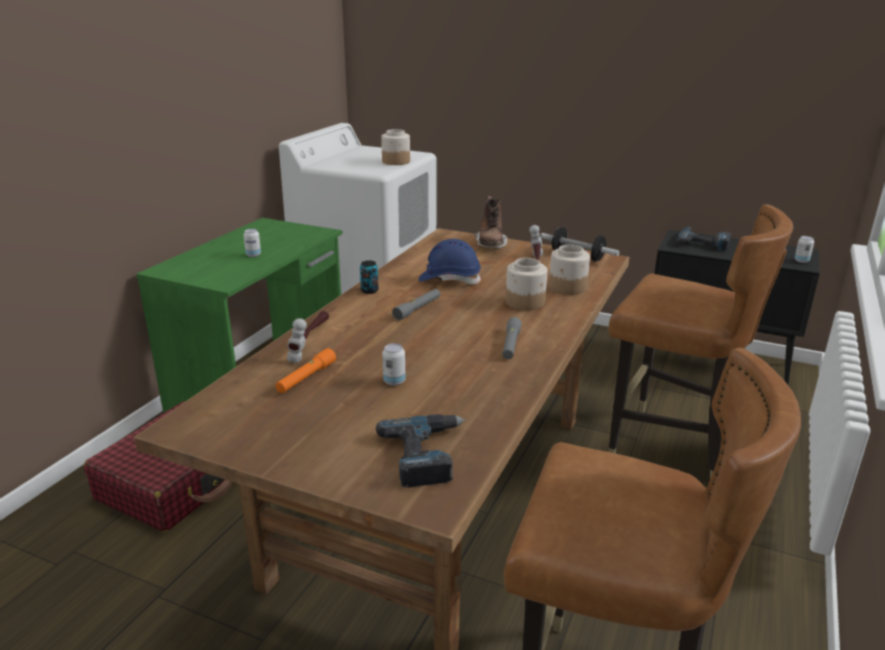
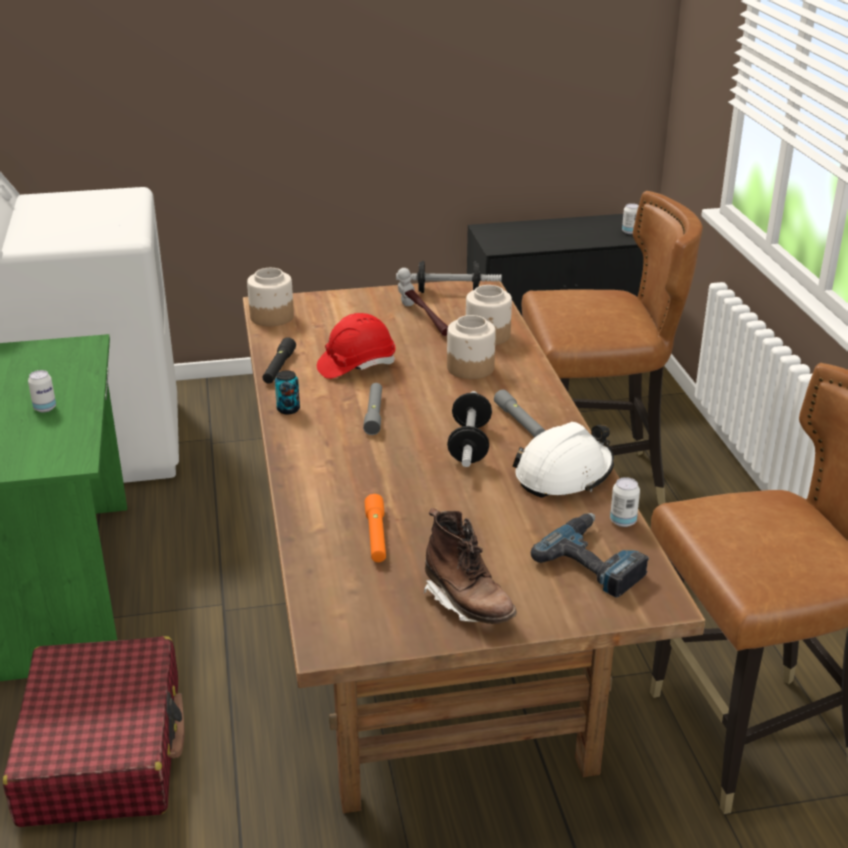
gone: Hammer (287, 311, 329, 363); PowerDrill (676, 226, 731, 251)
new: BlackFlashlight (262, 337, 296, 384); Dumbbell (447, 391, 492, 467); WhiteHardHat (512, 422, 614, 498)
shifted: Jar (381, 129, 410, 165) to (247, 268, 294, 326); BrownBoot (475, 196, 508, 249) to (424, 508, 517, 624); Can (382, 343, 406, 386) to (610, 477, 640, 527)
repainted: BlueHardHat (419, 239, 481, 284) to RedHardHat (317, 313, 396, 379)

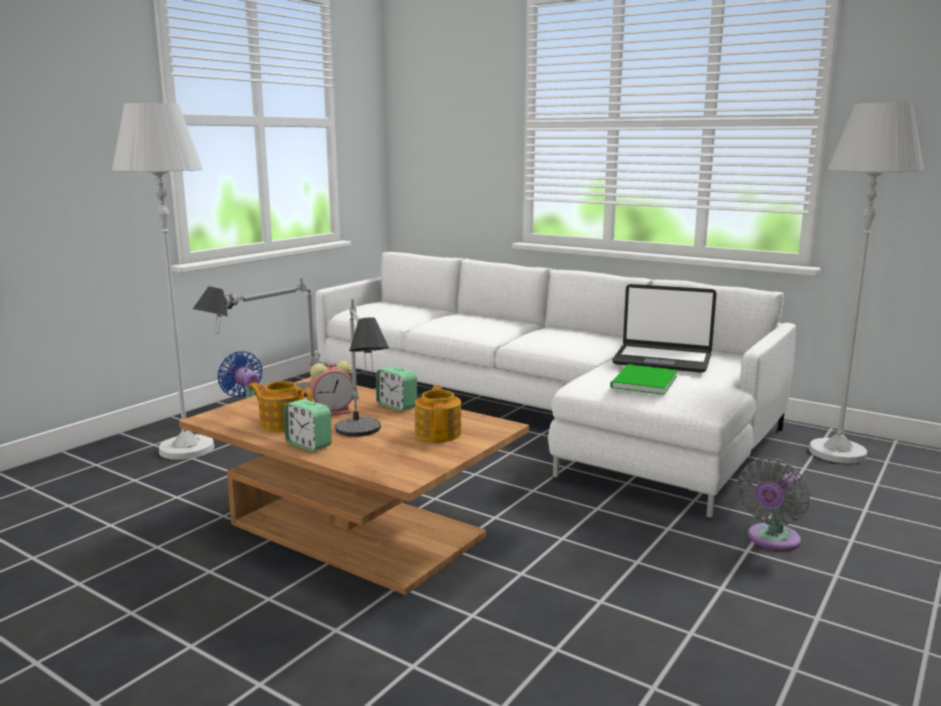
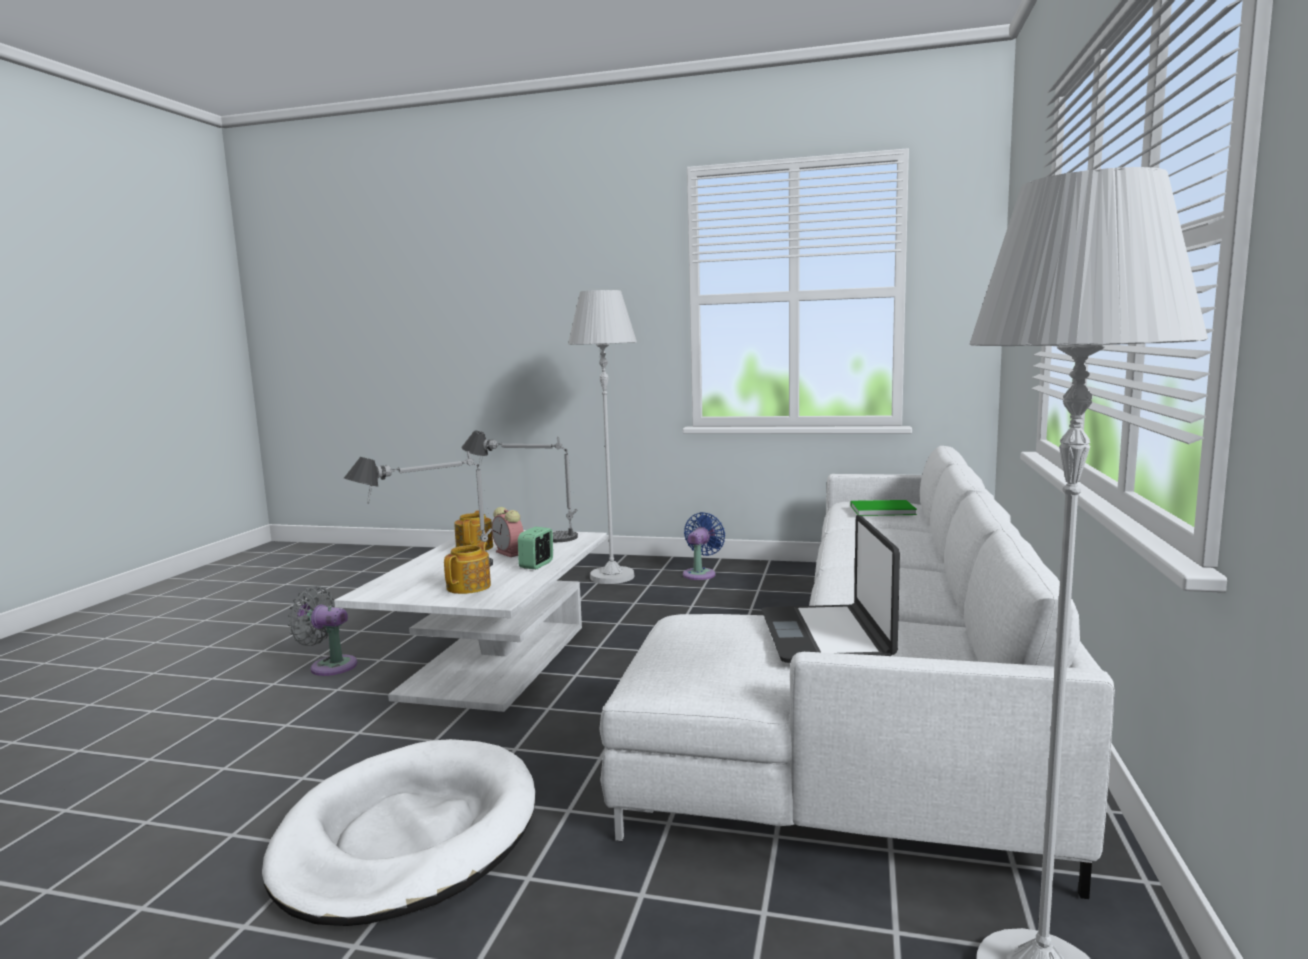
gone: AlarmClock (284, 399, 332, 452)
new: WhiteDogBed (262, 739, 535, 926)
shifted: GreyFan (738, 458, 810, 551) to (288, 586, 358, 676); GreenBook (610, 364, 678, 395) to (850, 500, 917, 516)
repainted: BrownCoffeeTable (179, 377, 529, 595) to WhiteCoffeeTable (334, 530, 607, 712)
rotated: Teapot (415, 385, 461, 442) = (444, 542, 491, 594) 45 degrees counterclockwise

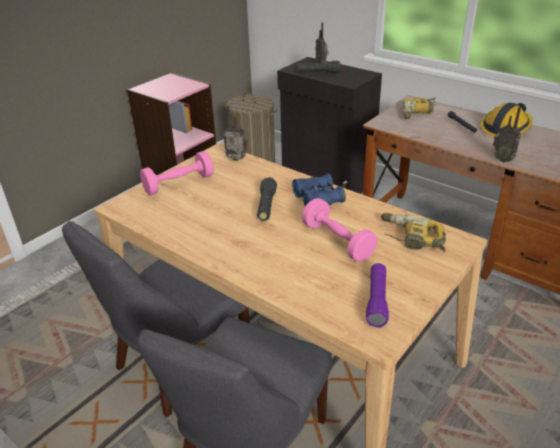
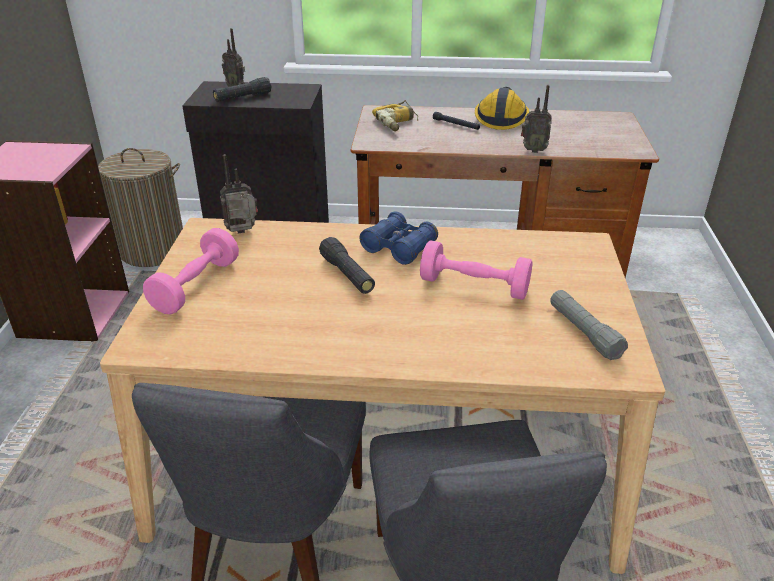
gone: PowerDrill (381, 213, 446, 252)
repainted: PurpleFlashlight (366, 263, 389, 328) to GreyFlashlight (550, 290, 628, 360)

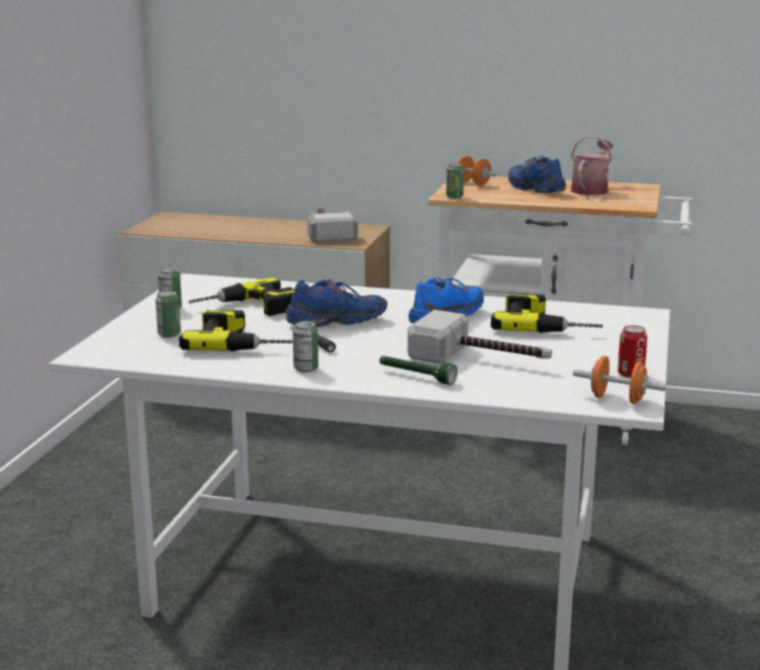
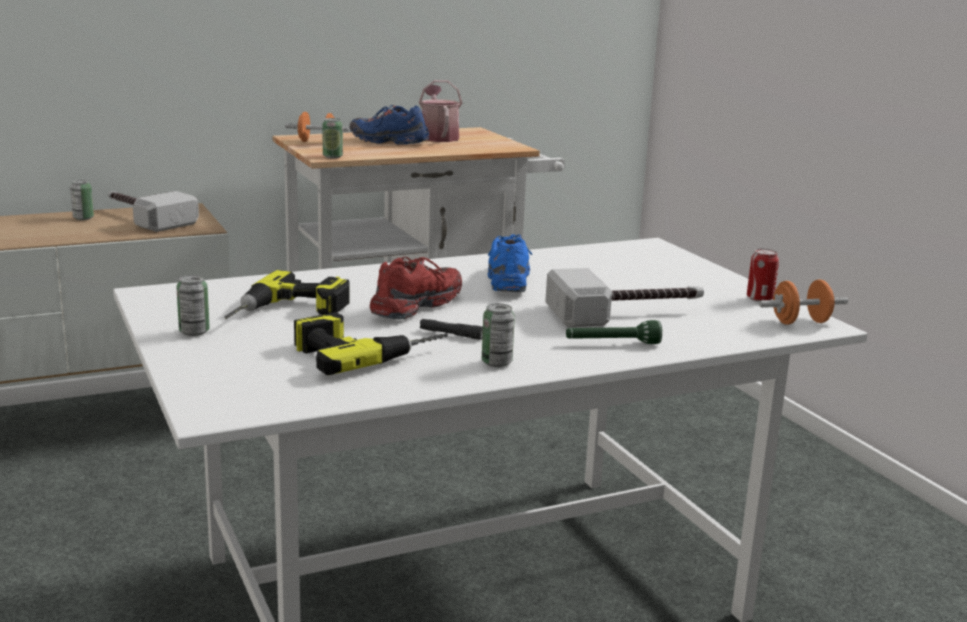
gone: PowerDrill (491, 293, 603, 333)
shifted: Can (155, 291, 181, 338) to (70, 180, 94, 220)
repainted: BlueShoe (286, 279, 388, 327) to RedShoe (370, 257, 462, 319)

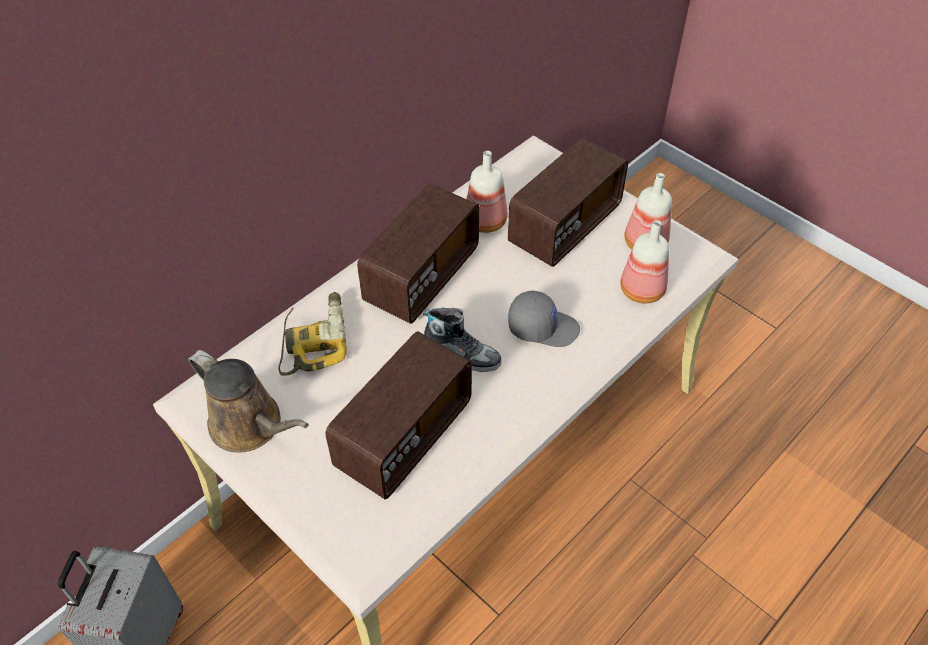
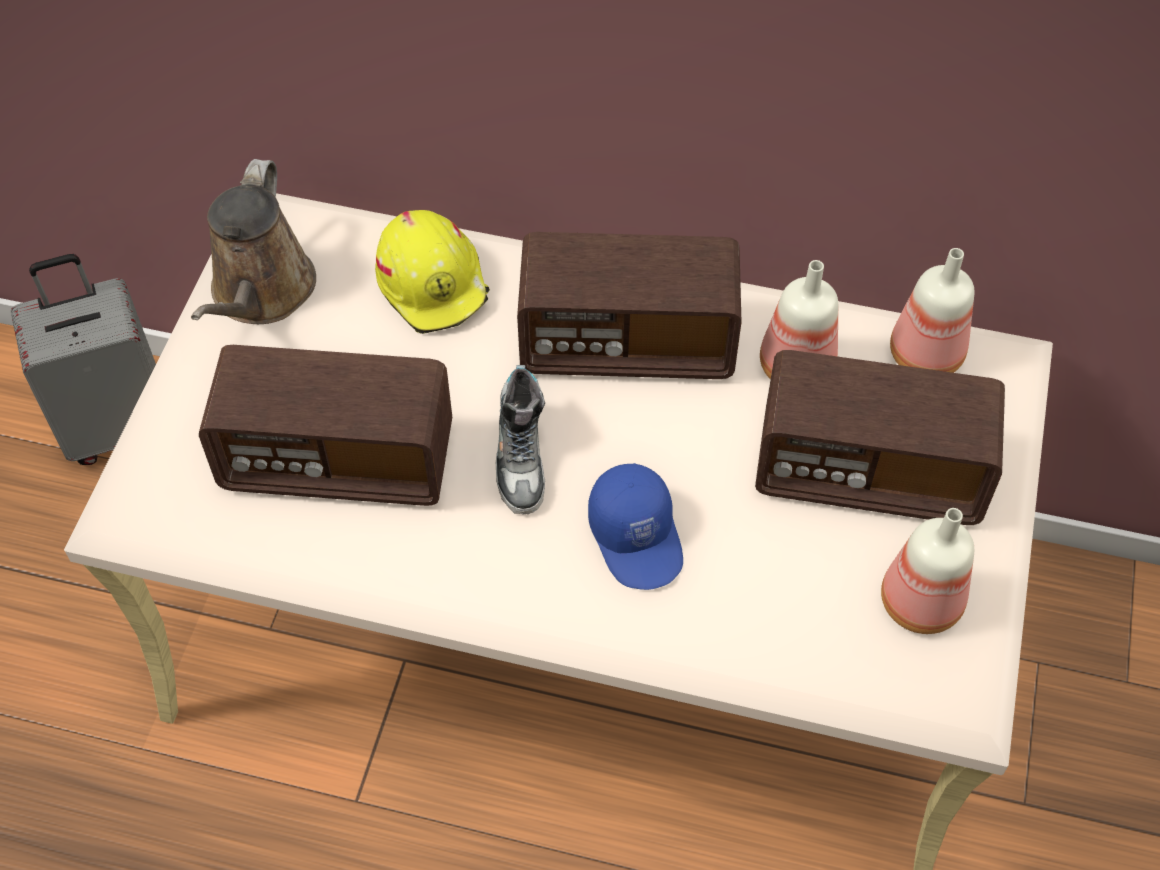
shifted: Bottle (620, 220, 669, 304) to (890, 248, 974, 373)
swapped: PowerDrill (279, 292, 347, 376) to YellowHardHat (375, 210, 490, 334)
repainted: GreyCap (508, 290, 580, 347) to BlueCap (588, 463, 683, 590)

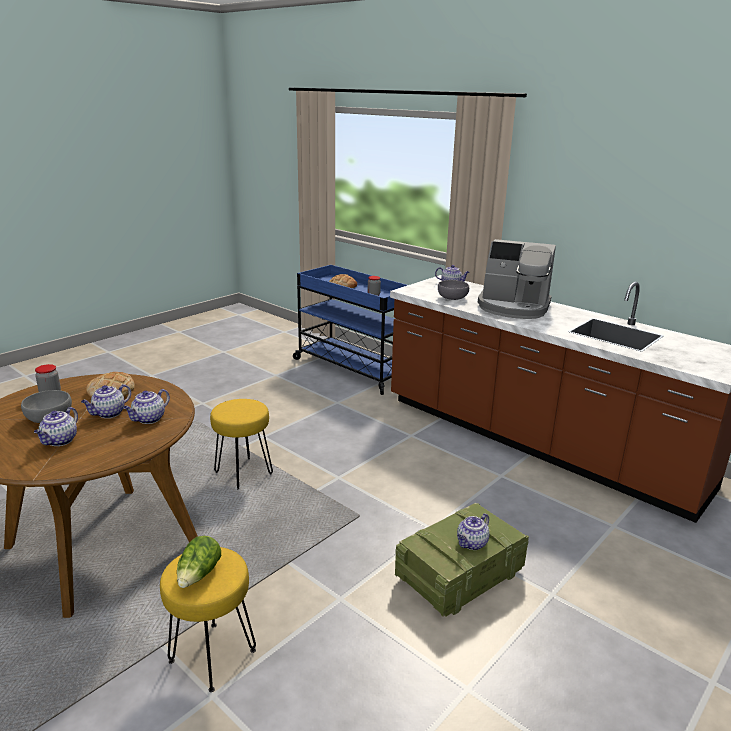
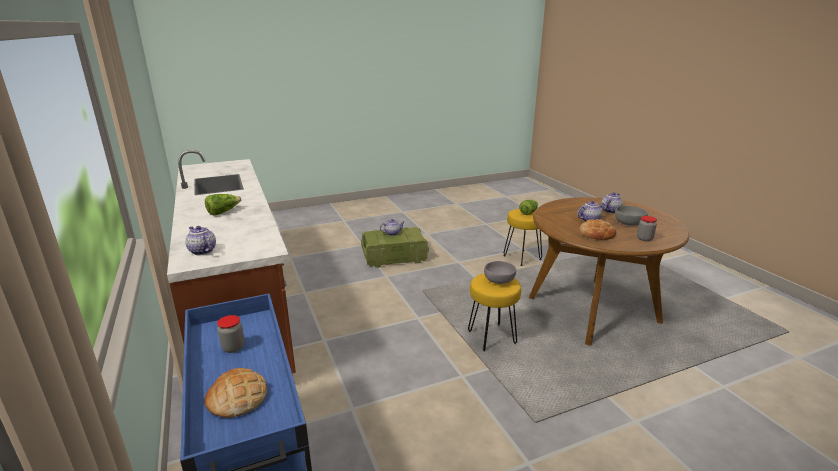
gone: Teapot (123, 389, 170, 424)
shifted: GreyBowl (438, 280, 469, 300) to (484, 261, 516, 284)
swapped: CoffeeMachine (478, 239, 556, 319) to Lettuce (205, 194, 241, 215)

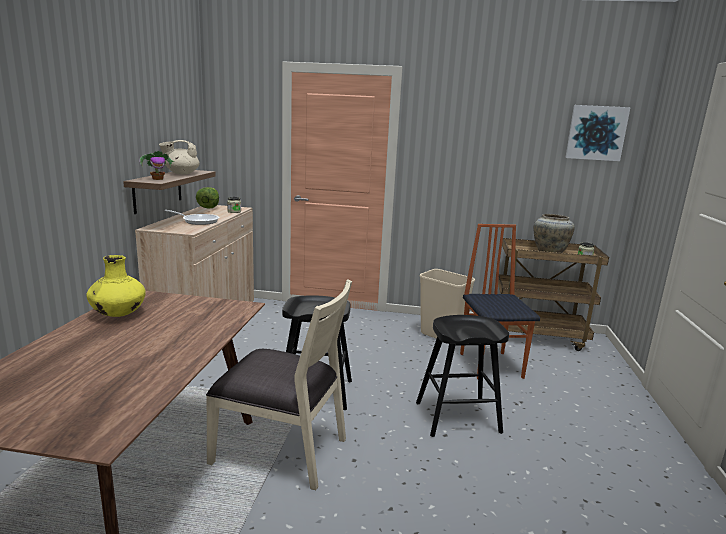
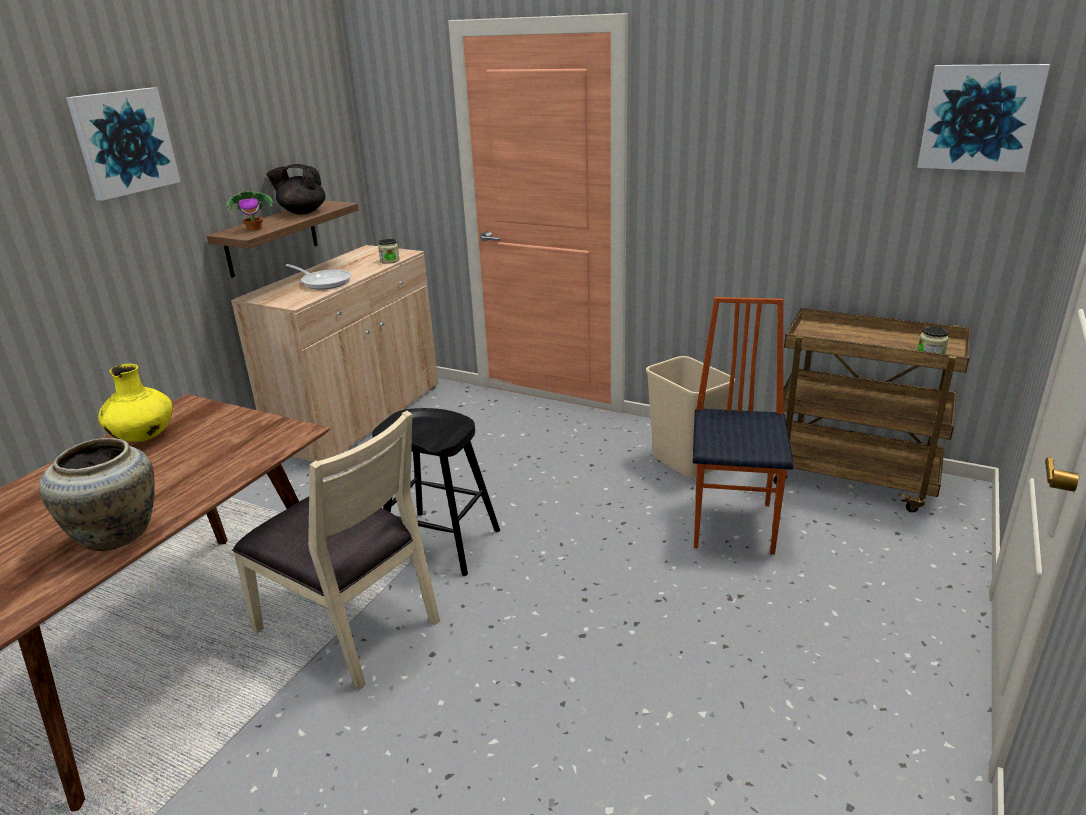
gone: Lettuce (196, 187, 219, 209); BlackStool (416, 315, 509, 437)
new: Picture (66, 87, 180, 201)
shifted: BeigeVase (533, 214, 575, 253) to (39, 438, 154, 551)
repainted: BeigeTeapot (159, 140, 200, 174) to BlackTeapot (266, 164, 326, 215)

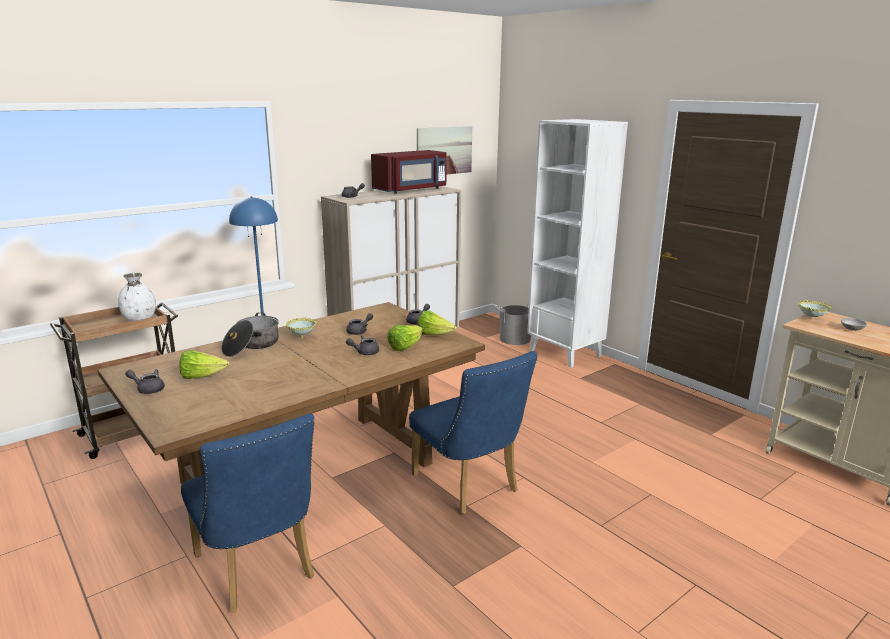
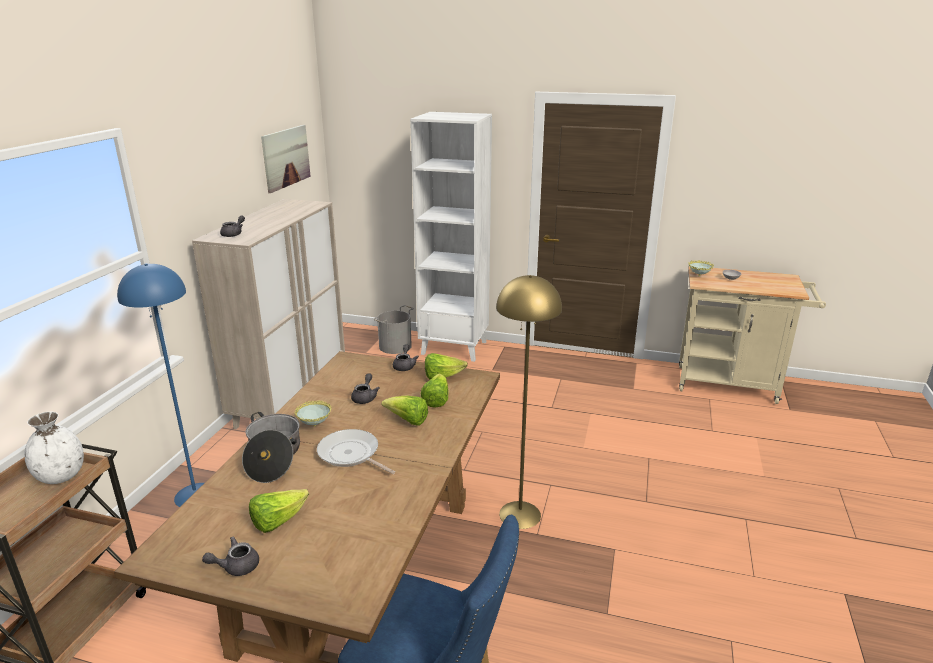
gone: RedMicrowave (371, 150, 447, 194)
new: FryingPan (317, 429, 395, 474)
swapped: GreyTeapot (346, 335, 379, 355) to Lettuce (382, 396, 428, 426); BlueChair (409, 351, 538, 514) to YellowFloorLamp (496, 275, 562, 529)

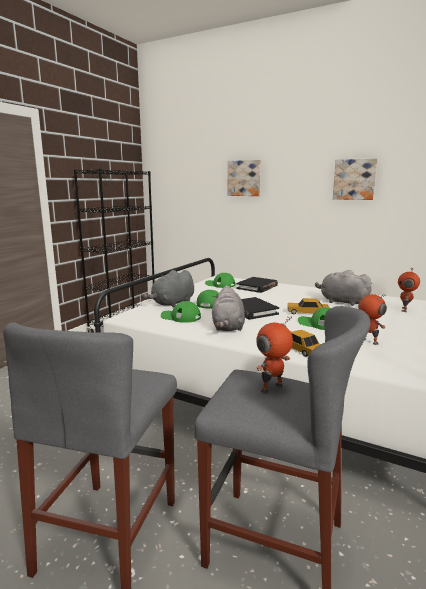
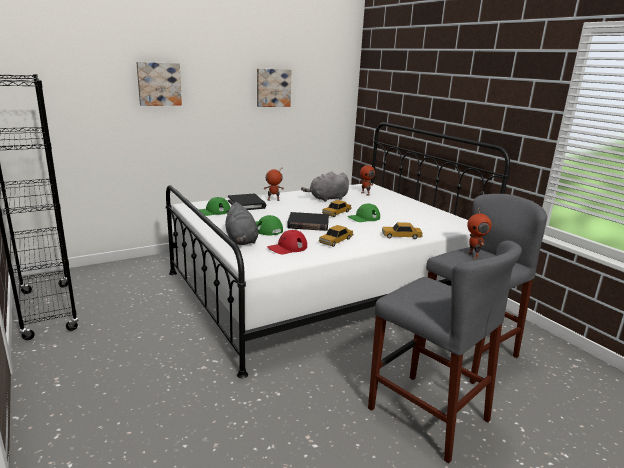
shifted: ToyRobot (358, 294, 387, 345) to (264, 168, 284, 201)
swapped: GreyPlushToy (212, 285, 245, 331) to ToyCar (319, 225, 354, 247)
repainted: GreenCap (161, 301, 201, 323) to RedCap (267, 230, 307, 254)

